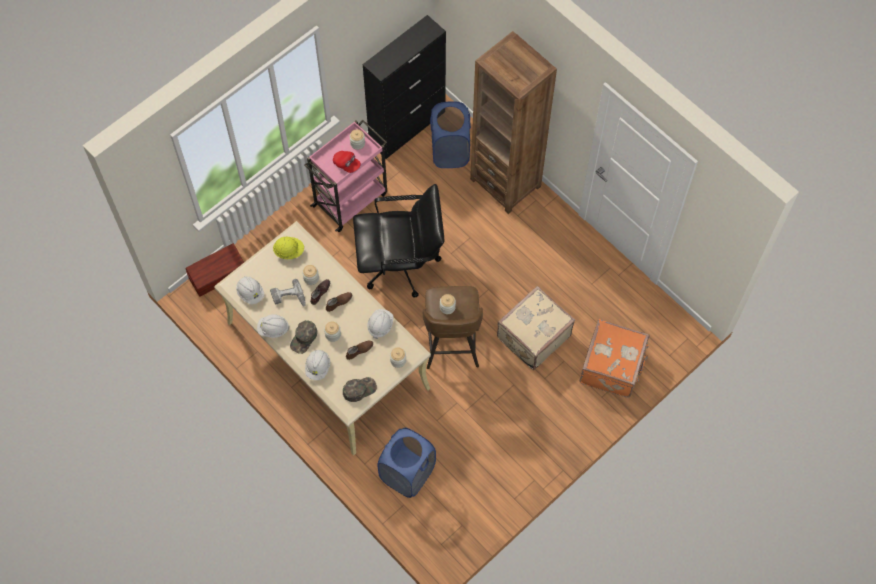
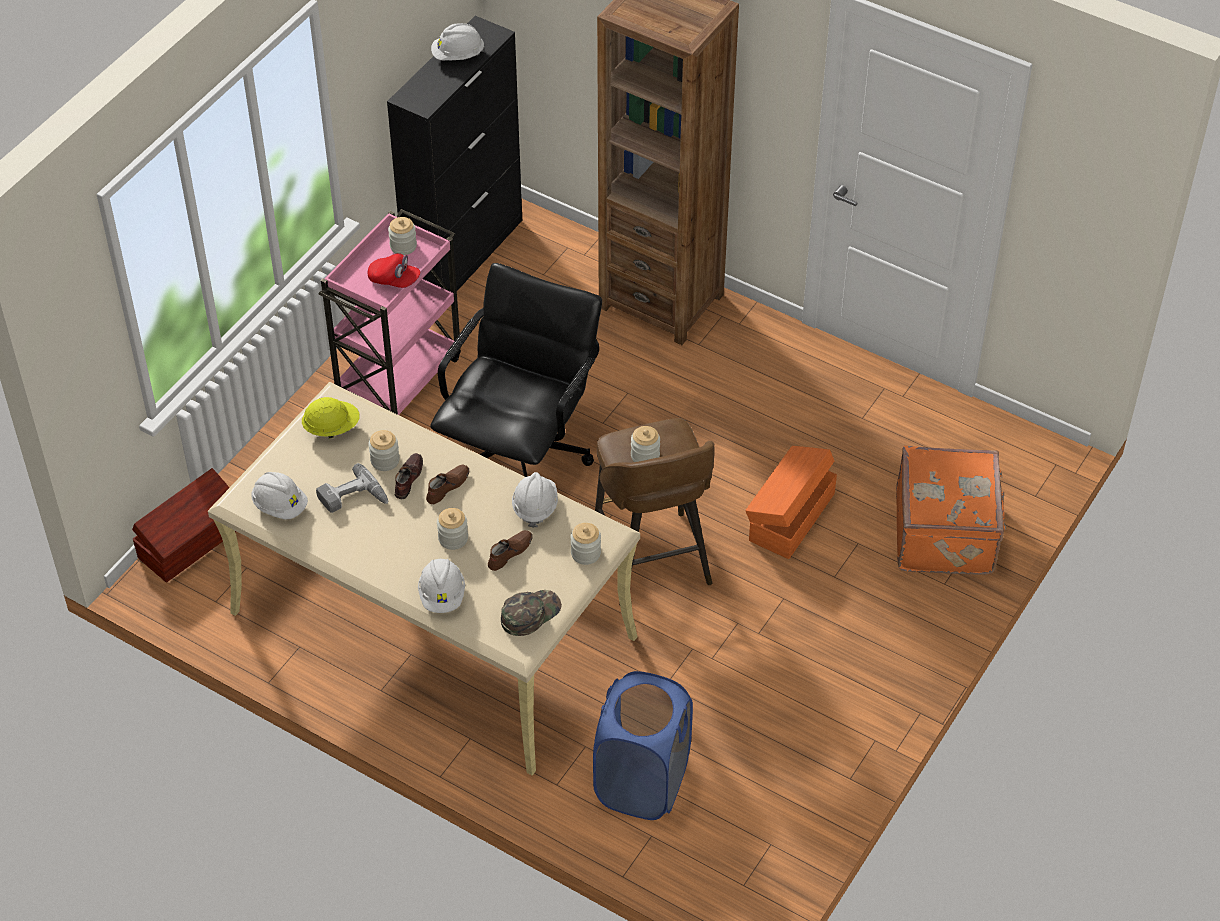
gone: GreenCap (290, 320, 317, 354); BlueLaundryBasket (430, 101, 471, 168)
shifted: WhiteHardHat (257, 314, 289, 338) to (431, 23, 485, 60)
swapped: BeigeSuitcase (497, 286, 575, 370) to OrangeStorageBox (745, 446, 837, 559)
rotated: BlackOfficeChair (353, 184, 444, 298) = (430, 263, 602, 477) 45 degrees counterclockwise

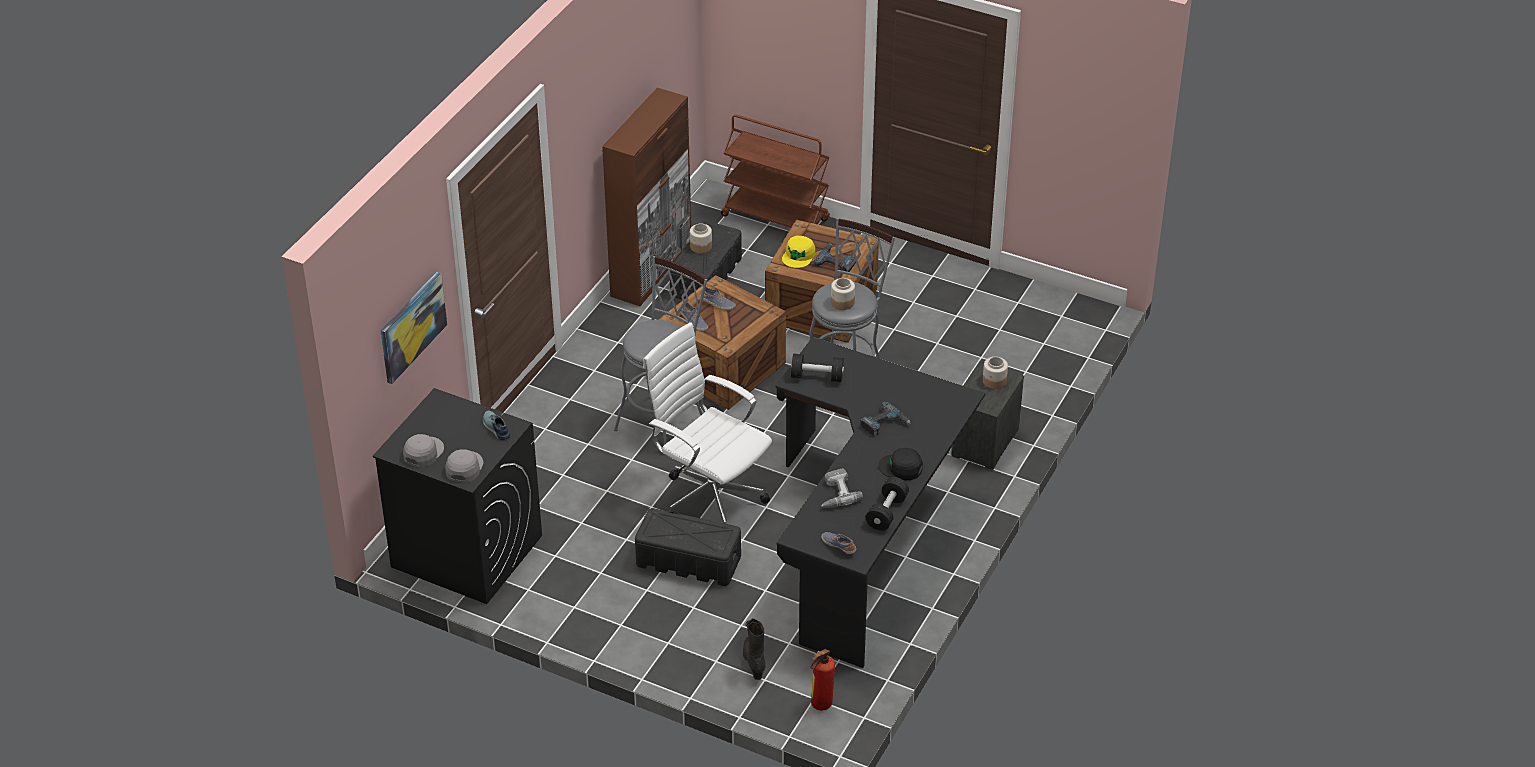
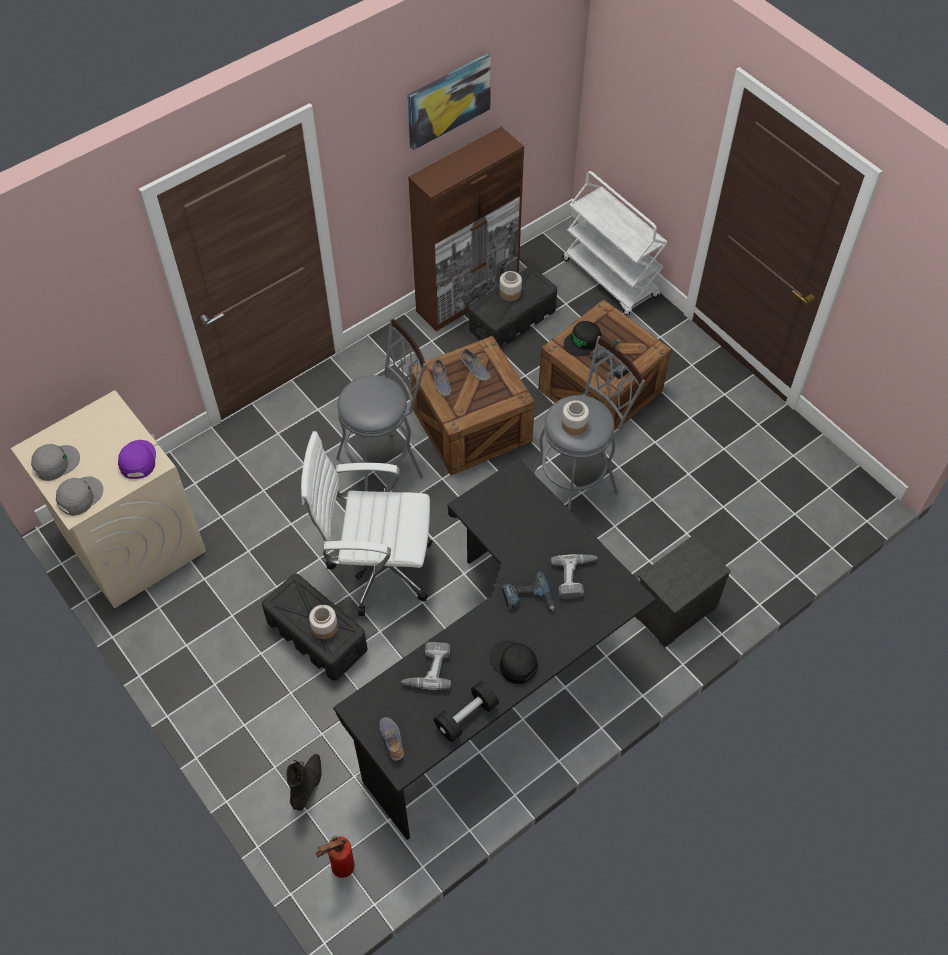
gone: BlackDumbbell (791, 354, 844, 382)
new: PowerDrill (551, 554, 598, 599)
shifted: Jar (983, 357, 1008, 389) to (309, 605, 338, 639); Picture (381, 272, 447, 384) to (407, 54, 491, 150)
swapped: Shoe (483, 411, 510, 440) to PurpleCap (118, 440, 156, 479)
repainted: BlackWashingMachine (373, 388, 542, 604) to BeigeWashingMachine (11, 390, 206, 609); BrownCart (721, 115, 830, 228) to WhiteCart (563, 171, 668, 316); YellowCap (782, 236, 815, 268) to BlackCap (564, 321, 602, 356)
rotated: WhiteOfficeChair (643, 322, 772, 524) = (301, 431, 433, 616) 60 degrees counterclockwise

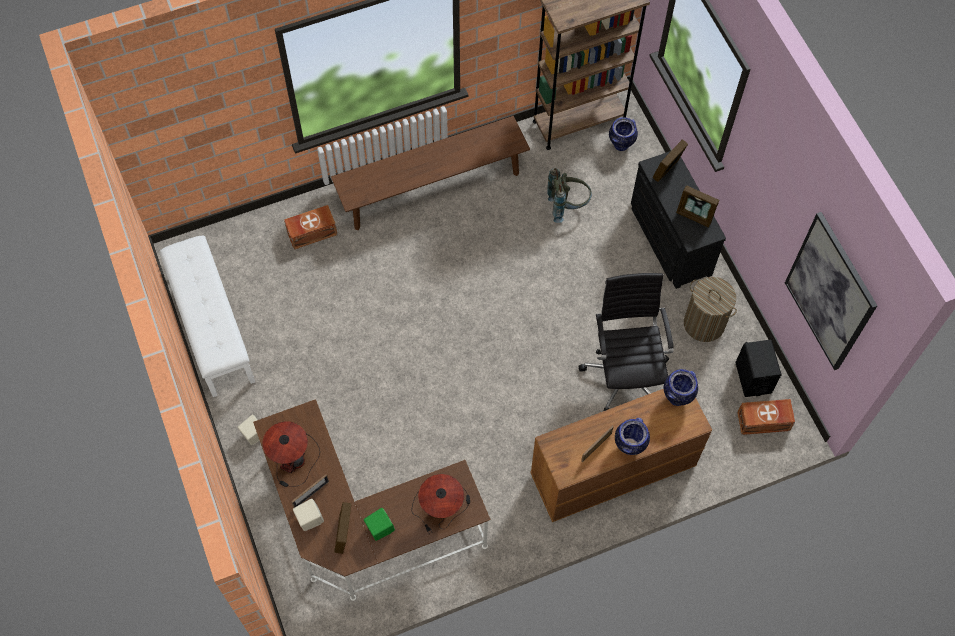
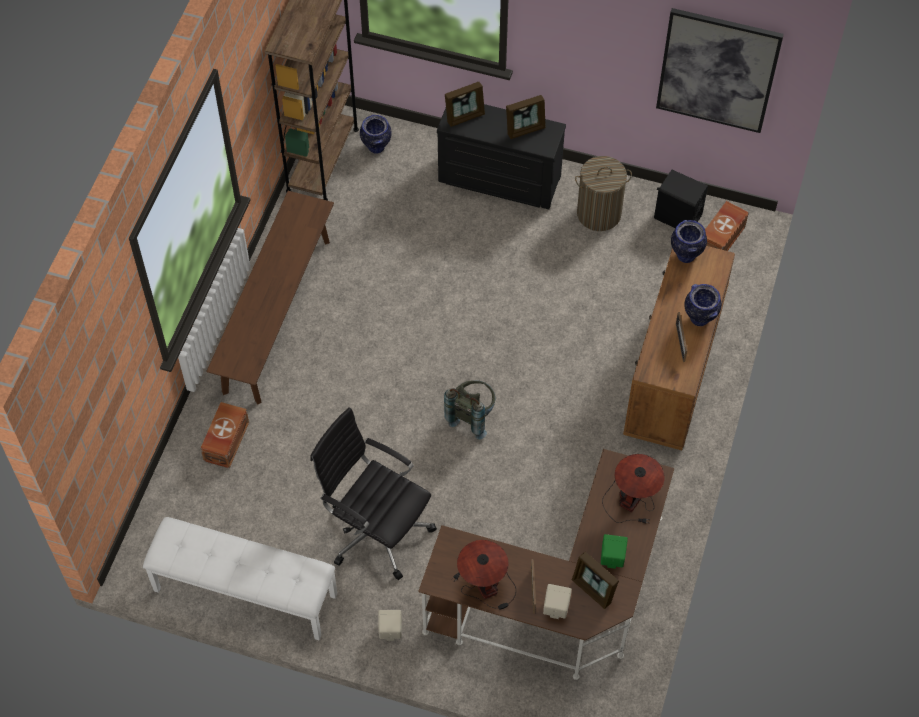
shifted: BlackOfficeChair (578, 273, 674, 411) to (310, 407, 437, 580); GreyBackpack (547, 168, 592, 223) to (444, 380, 496, 440)
rotated: PictureFrame (652, 139, 688, 182) = (445, 82, 485, 127) 105 degrees counterclockwise

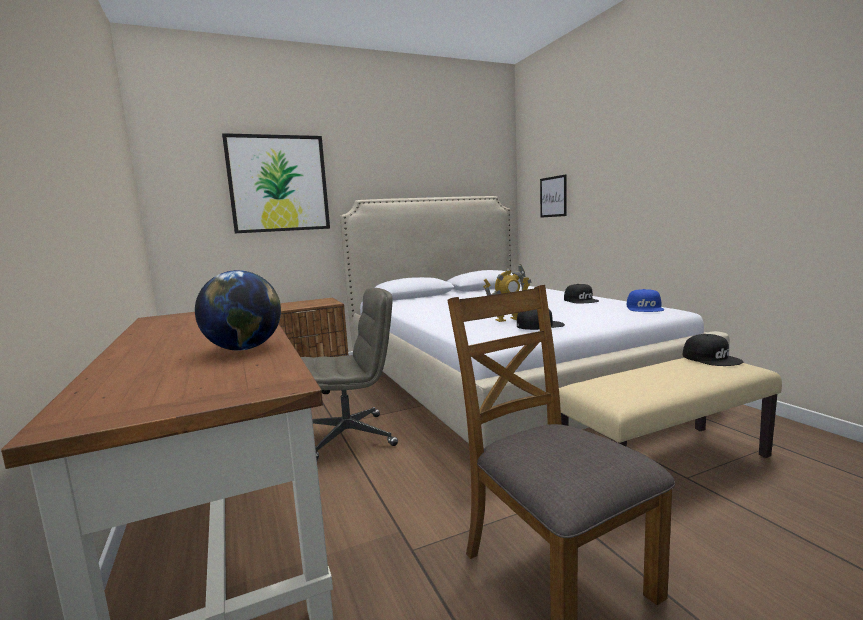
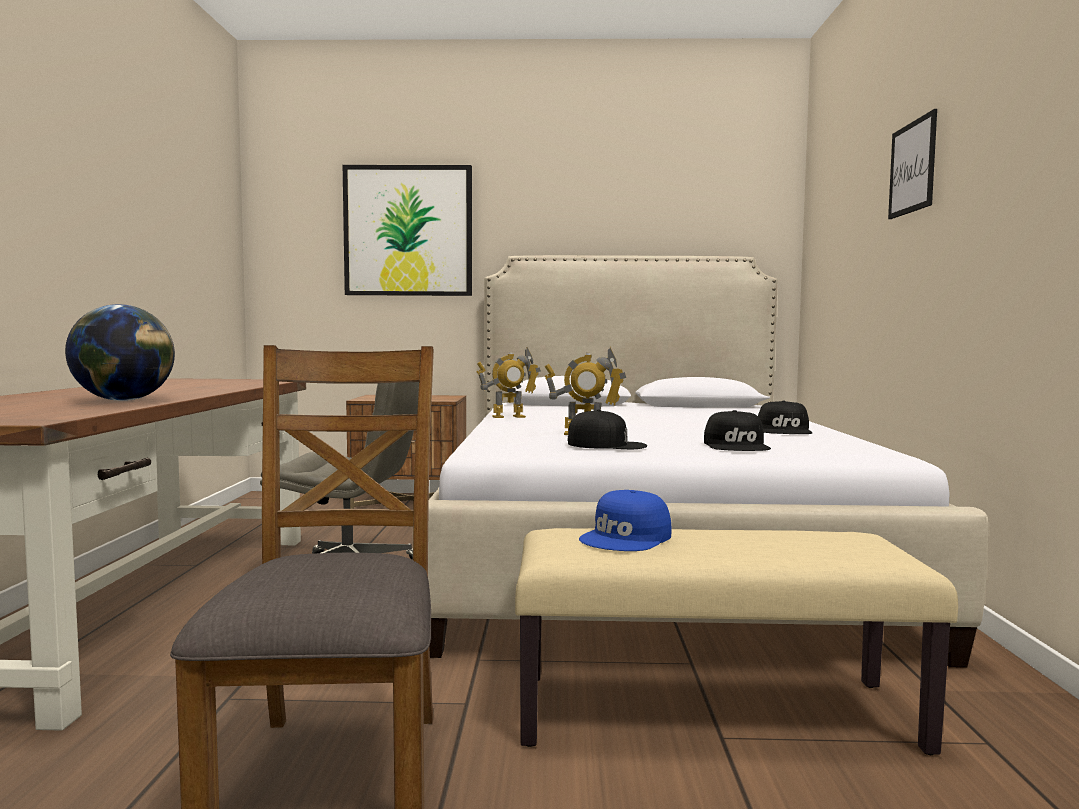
new: ToyRobot (476, 347, 541, 418)
shifted: BlueCap (627, 289, 664, 312) to (579, 490, 672, 551); BlackCap (683, 334, 744, 366) to (704, 410, 771, 451); Picture (540, 174, 567, 218) to (888, 109, 937, 219)

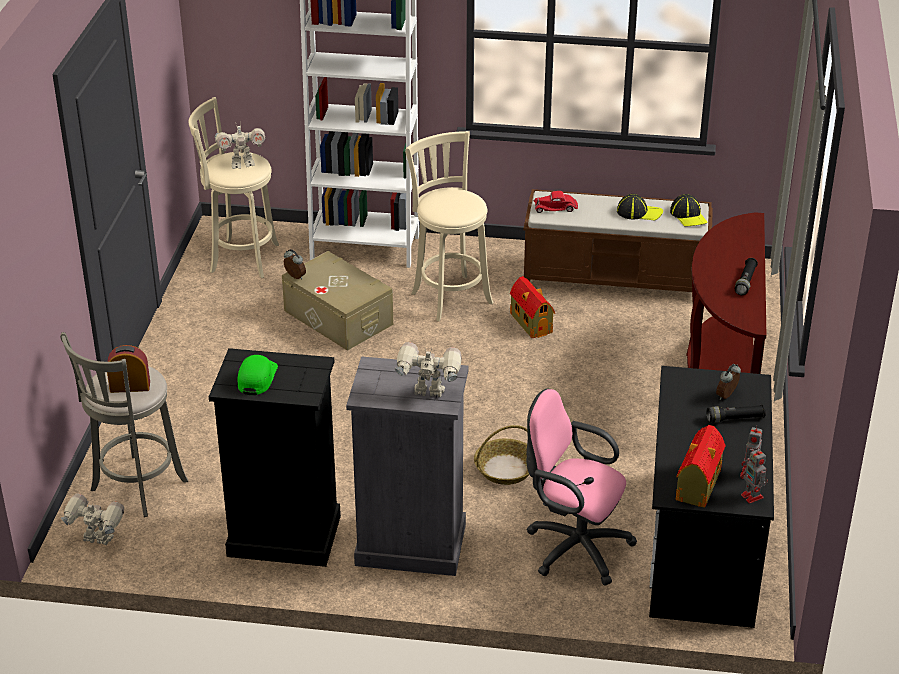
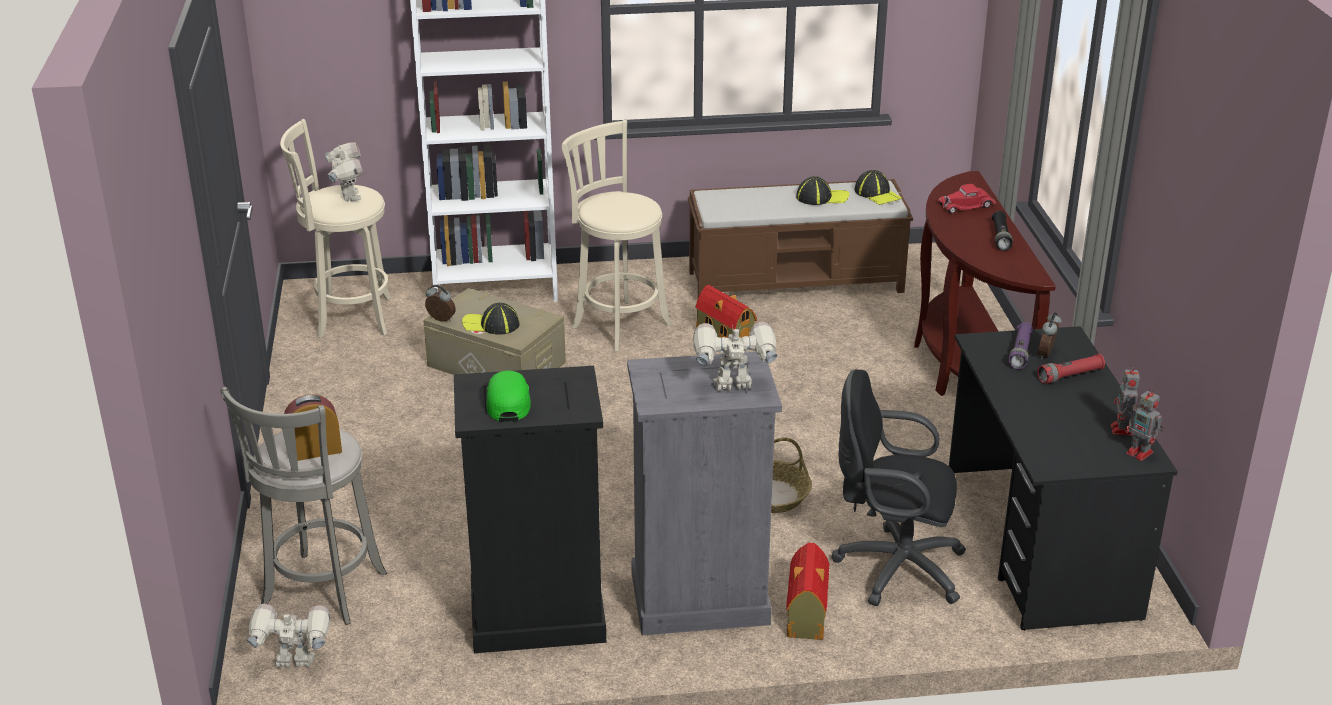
new: Cap (462, 303, 519, 335); PurpleFlashlight (1009, 322, 1033, 369)
shifted: ToyHouse (675, 425, 725, 508) to (786, 543, 830, 640); RedToyCar (534, 191, 578, 213) to (938, 184, 996, 214)
repainted: PinkOfficeChair (526, 389, 637, 585) to BlackOfficeChair (832, 369, 966, 606); BlackFlashlight (707, 404, 766, 423) to RedFlashlight (1038, 354, 1105, 384)
rotated: ToyRobot (215, 125, 265, 169) = (325, 142, 363, 201) 75 degrees counterclockwise

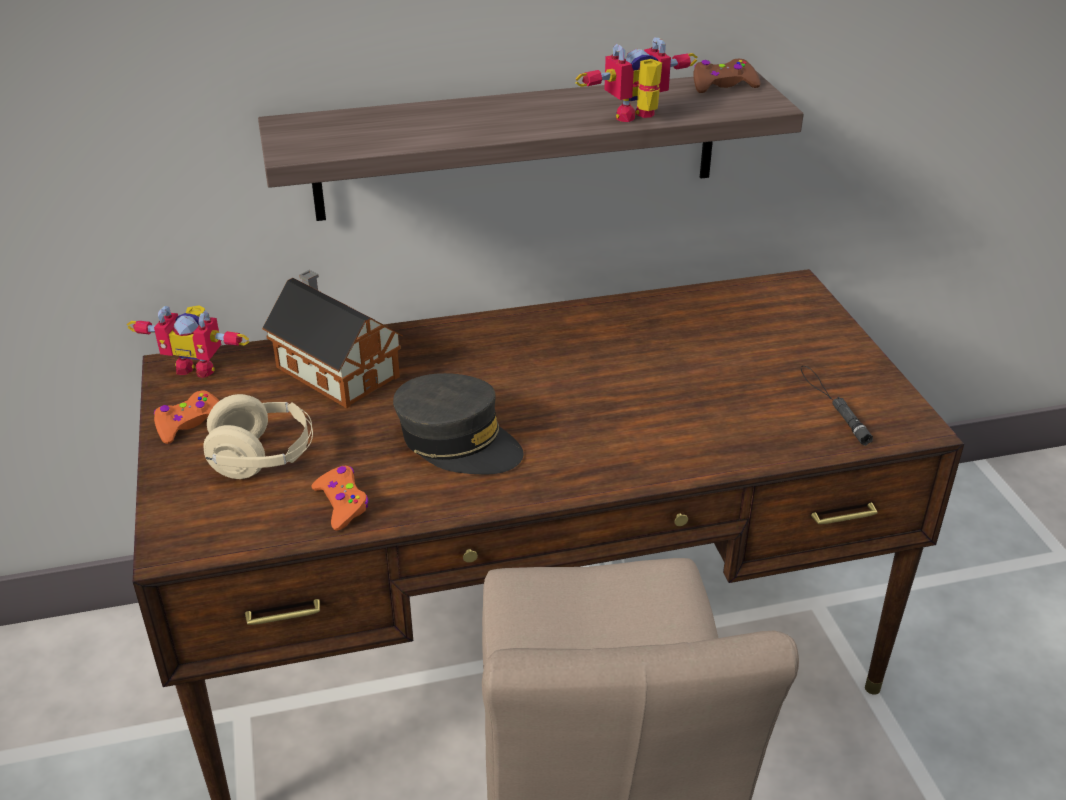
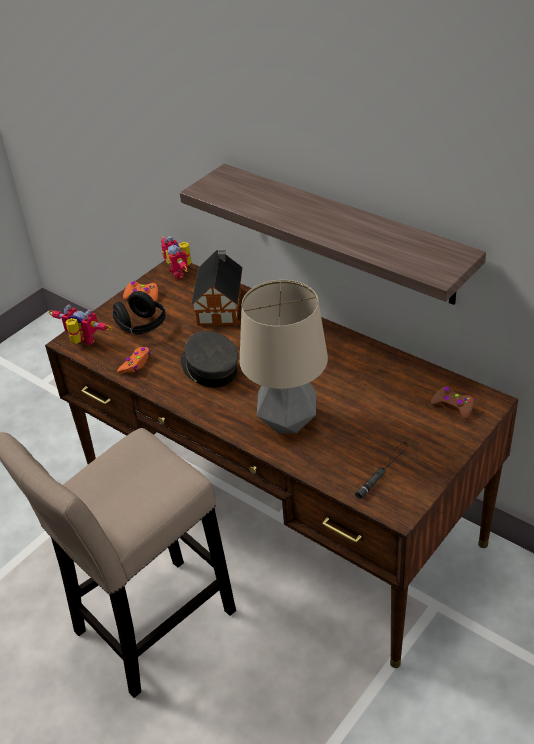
new: TableLamp (240, 280, 328, 434)
shifted: ToyRobot (576, 38, 697, 122) to (49, 305, 111, 345); BrownGameController (693, 59, 761, 93) to (430, 386, 474, 419)
repainted: BeigeHeadphones (203, 394, 313, 479) to BlackHeadphones (111, 291, 166, 335)
rotated: GreyCap (393, 373, 523, 474) = (181, 331, 239, 388) 150 degrees clockwise

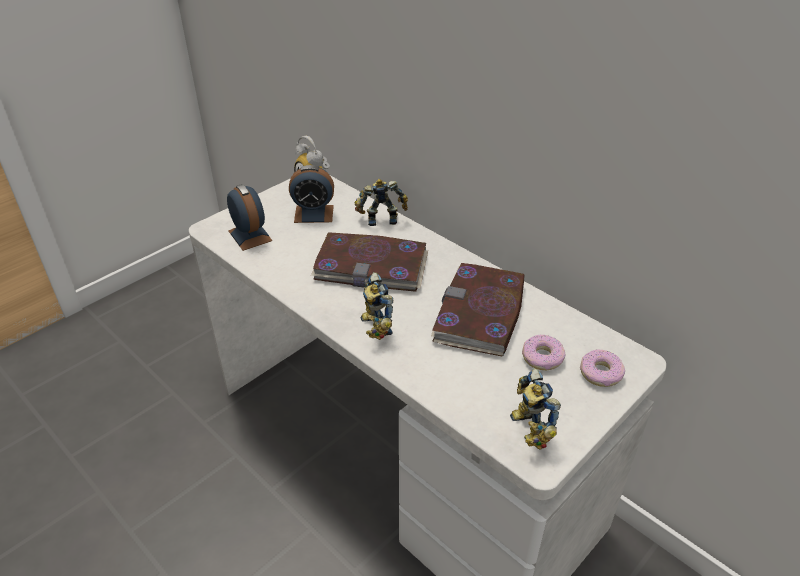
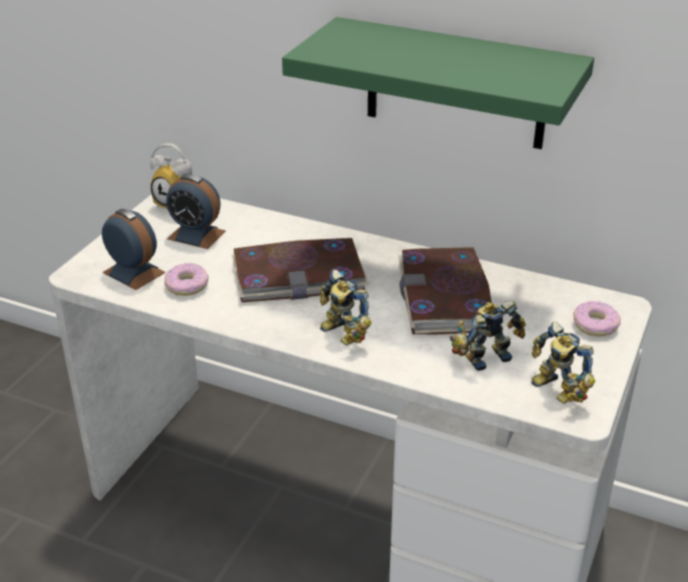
new: GreenShelf (282, 17, 594, 149)
shifted: Donut (522, 335, 565, 370) to (165, 263, 209, 296); ToyRobot (355, 179, 408, 226) to (450, 301, 526, 371)
rotated: AlarmClock (289, 165, 334, 223) = (166, 174, 226, 249) 45 degrees clockwise

